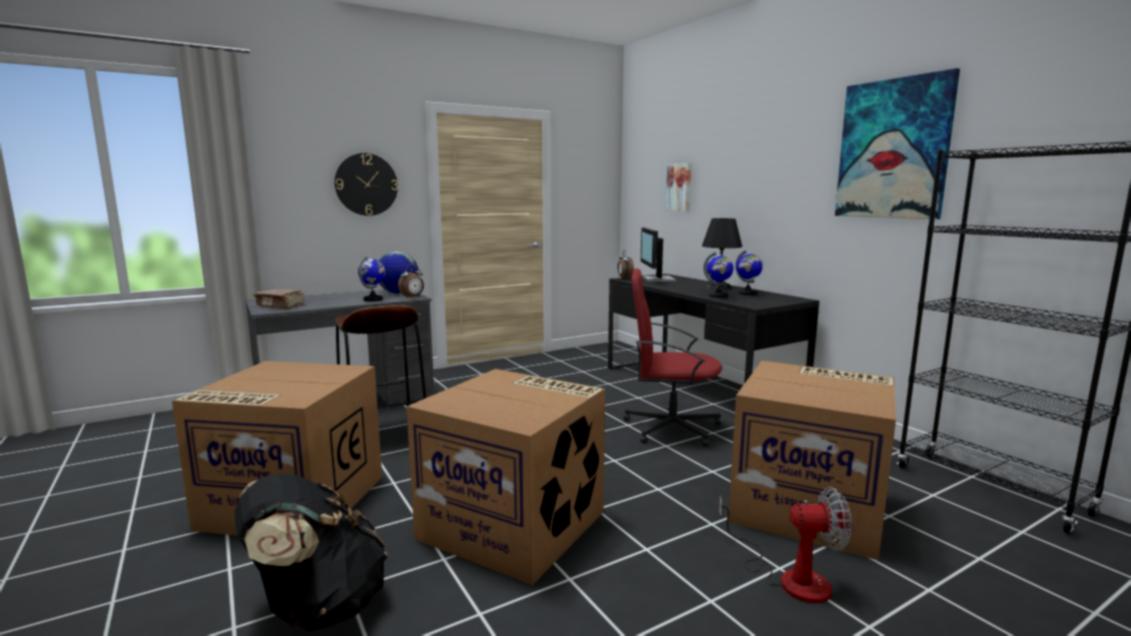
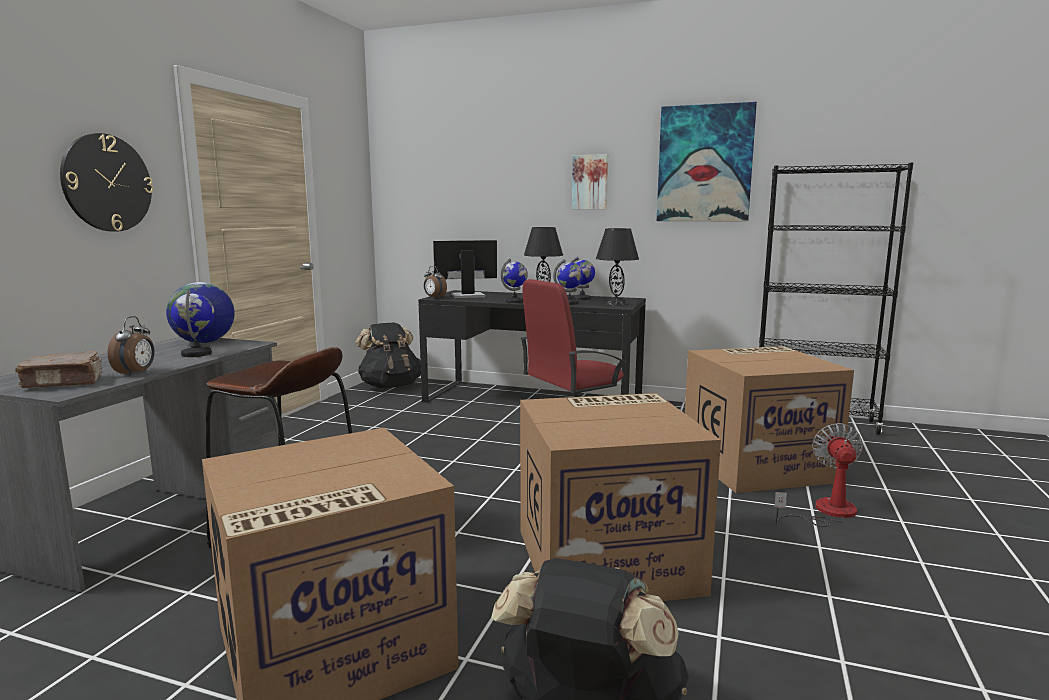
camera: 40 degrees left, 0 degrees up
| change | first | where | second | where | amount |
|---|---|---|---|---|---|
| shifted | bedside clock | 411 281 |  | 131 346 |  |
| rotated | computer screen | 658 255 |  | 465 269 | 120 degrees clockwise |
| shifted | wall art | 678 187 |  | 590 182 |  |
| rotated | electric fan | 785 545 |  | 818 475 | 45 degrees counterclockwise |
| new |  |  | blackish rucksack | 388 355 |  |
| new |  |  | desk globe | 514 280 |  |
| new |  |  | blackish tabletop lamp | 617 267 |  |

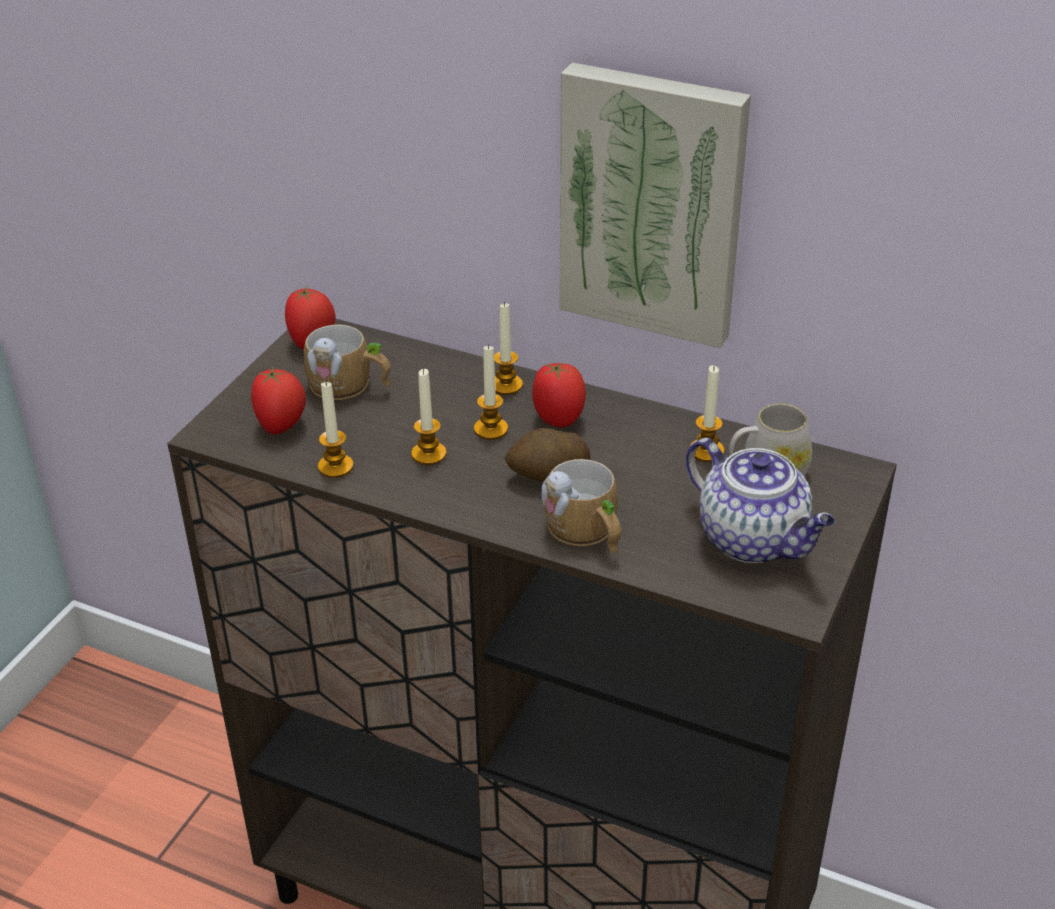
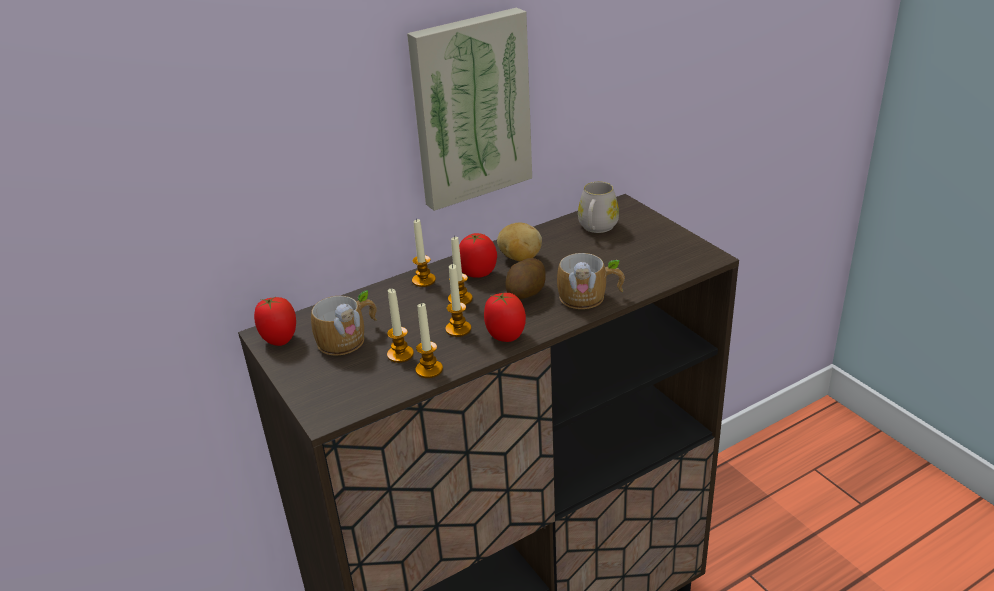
camera: 55 degrees left, 5 degrees down
| change | first | where | second | where | amount |
|---|---|---|---|---|---|
| shifted | fresh tomato | 278 401 |  | 505 317 |  |
| gone | tea pot | 760 500 |  |  |  |
| shifted | candle | 707 413 |  | 400 325 |  |
| new |  |  | potato | 519 242 |  |

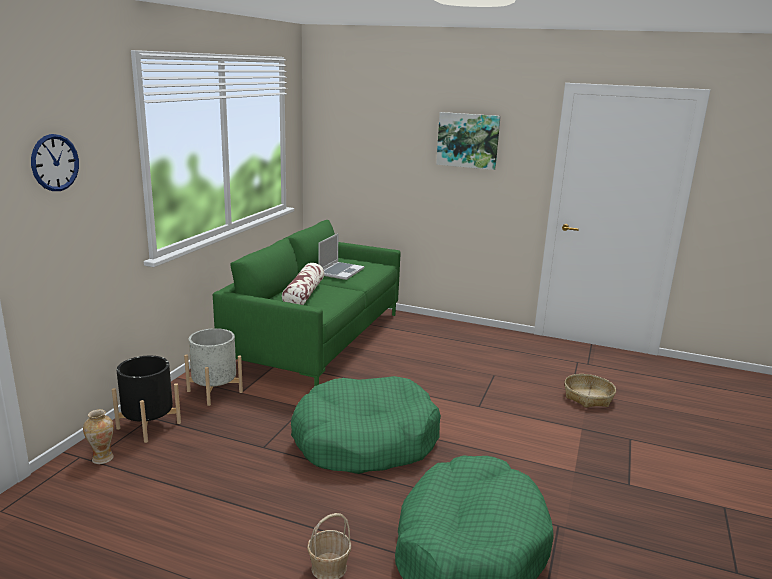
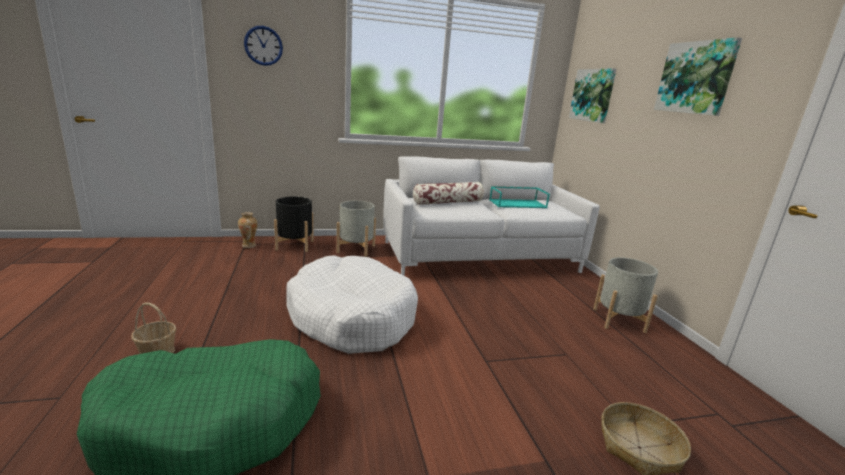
camera: 55 degrees right, 0 degrees up
| change | first | where | second | where | amount |
|---|---|---|---|---|---|
| repainted | greenish couch | 306 303 | white couch | 491 216 |  |
| repainted | greenish dog cushion | 366 425 | white dog cushion | 352 304 |  |
| swapped | laptop | 341 256 | turquoise-coloured tray | 519 197 |  |
| new |  |  | wall art | 592 95 |  |
| new |  |  | gray planter | 625 295 |  |

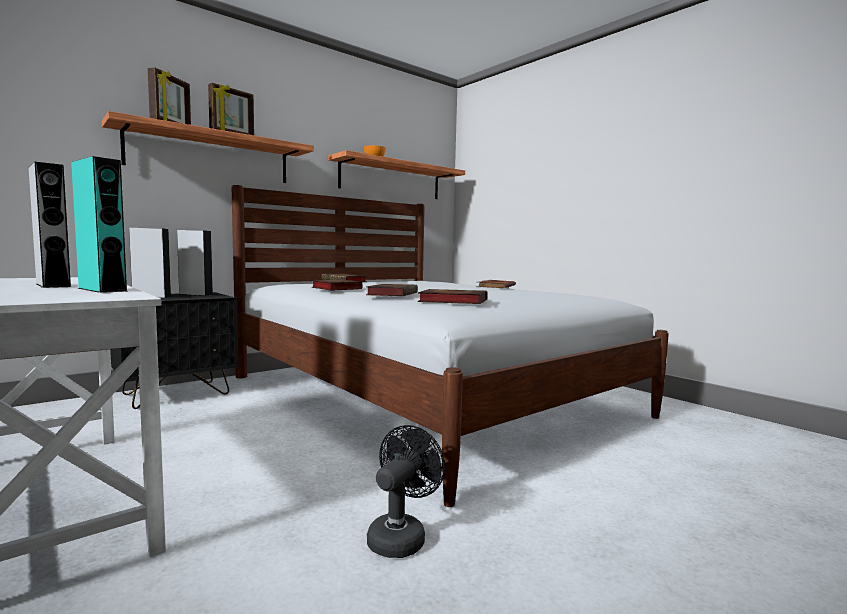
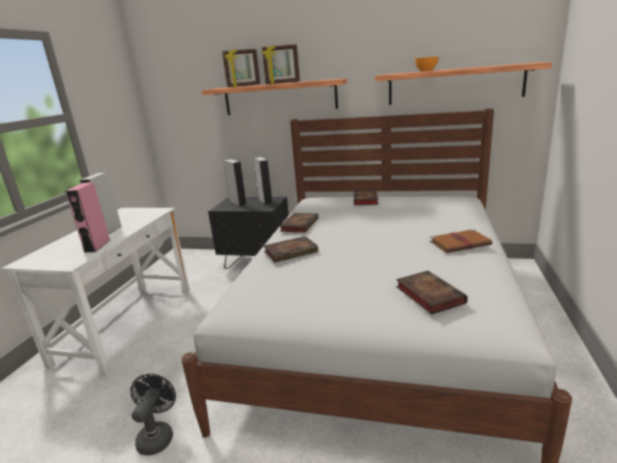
camera: 55 degrees right, 15 degrees up
| change | first | where | second | where | amount |
|---|---|---|---|---|---|
| repainted | turquoise-coloured audio speaker | 99 224 | pink audio speaker | 87 217 |  |
| rotated | blackish electric fan | 406 491 |  | 153 414 | 75 degrees counterclockwise |
| shifted | book | 452 296 |  | 432 293 |  |

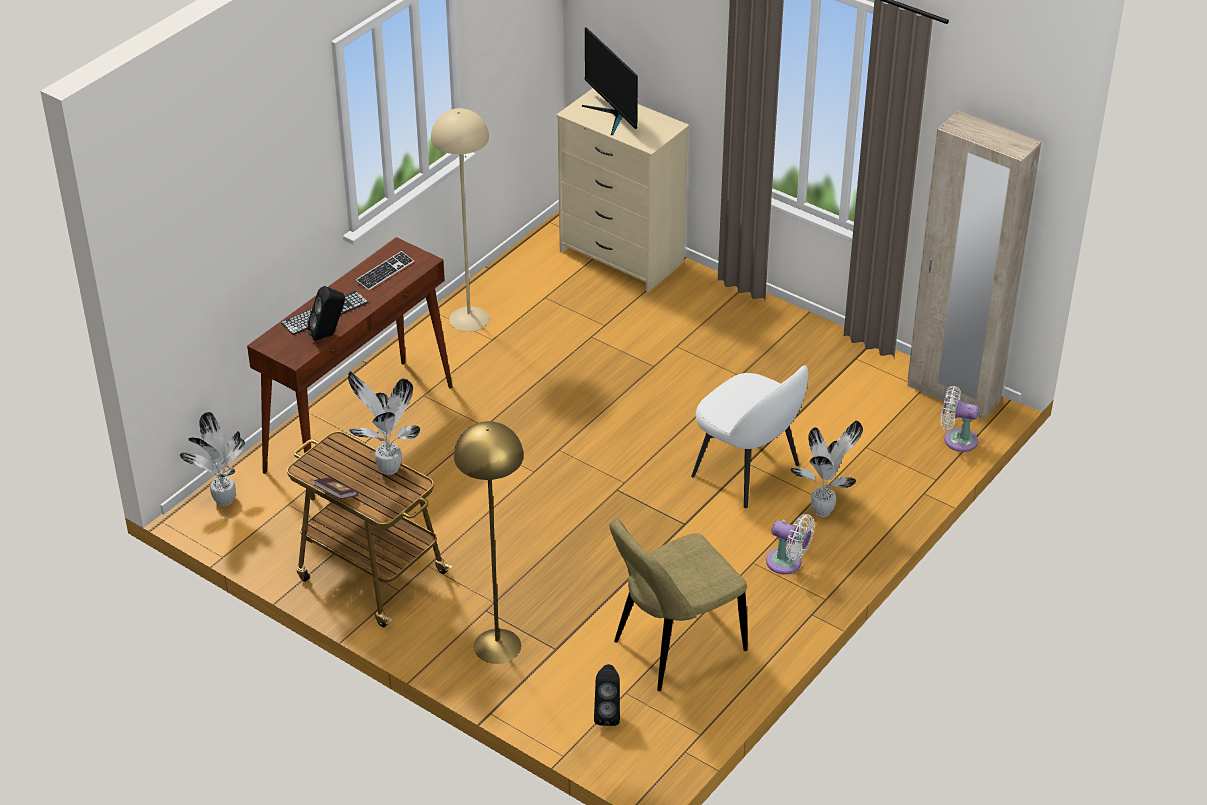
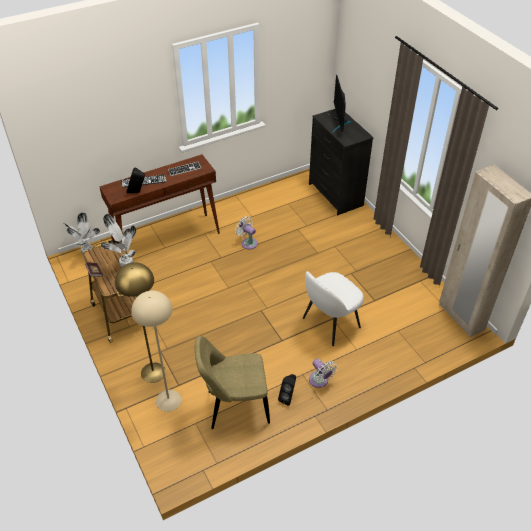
camera: 25 degrees right, 5 degrees up
| change | first | where | second | where | amount |
|---|---|---|---|---|---|
| shifted | beige standard lamp | 460 220 |  | 156 351 |  |
| repainted | beige dresser | 622 190 | blackish dresser | 341 162 |  |
| shifted | blackish audio speaker | 607 695 |  | 287 390 |  |
| rotated | white upright chair | 749 436 |  | 333 308 | 75 degrees clockwise |
| gone | plant in a pot | 827 469 |  |  |  |
| shifted | white electric fan | 959 419 |  | 246 233 |  |

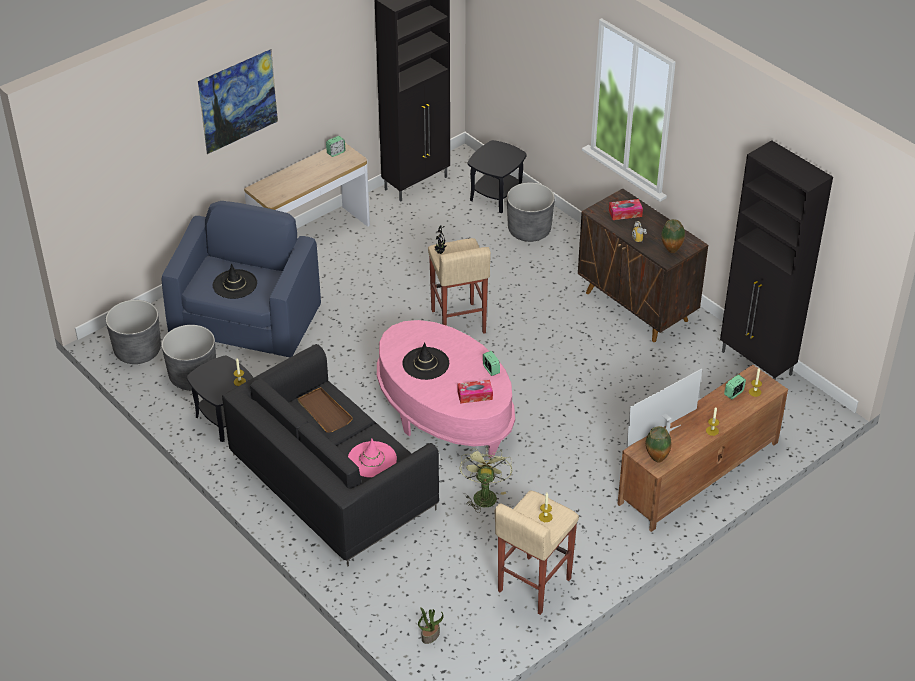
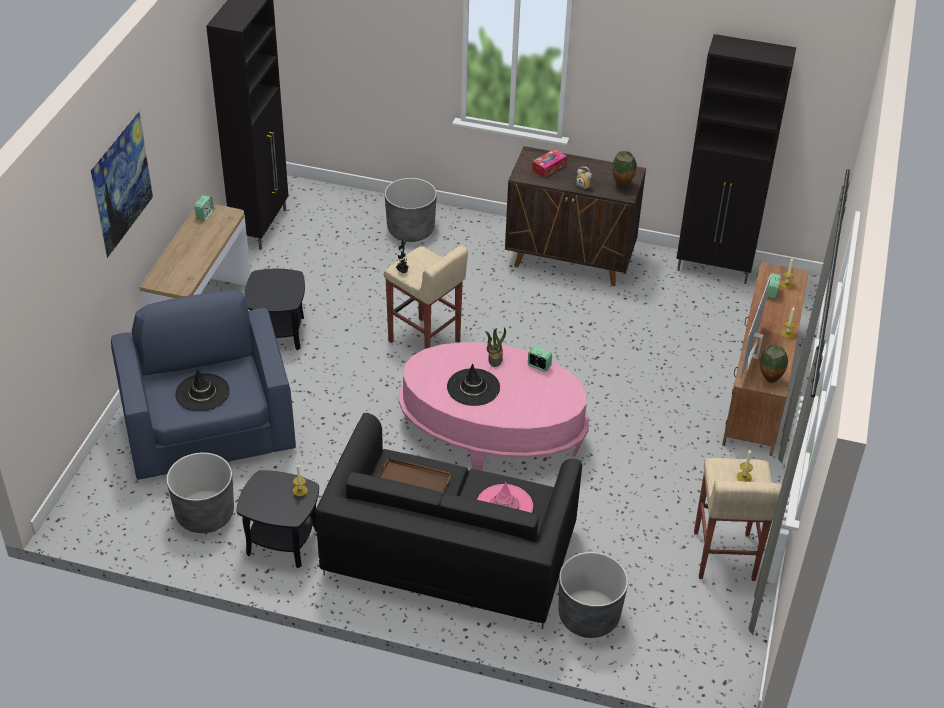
camera: 35 degrees left, 0 degrees up
| change | first | where | second | where | amount |
|---|---|---|---|---|---|
| shifted | gray planter | 133 332 |  | 593 595 |  |
| shifted | plant in a pot | 430 625 |  | 495 347 |  |
| gone | box of tissues | 475 392 |  |  |  |
| gone | greenish electric fan | 486 480 |  |  |  |
| shifted | blackish end table | 497 176 |  | 275 309 |  |

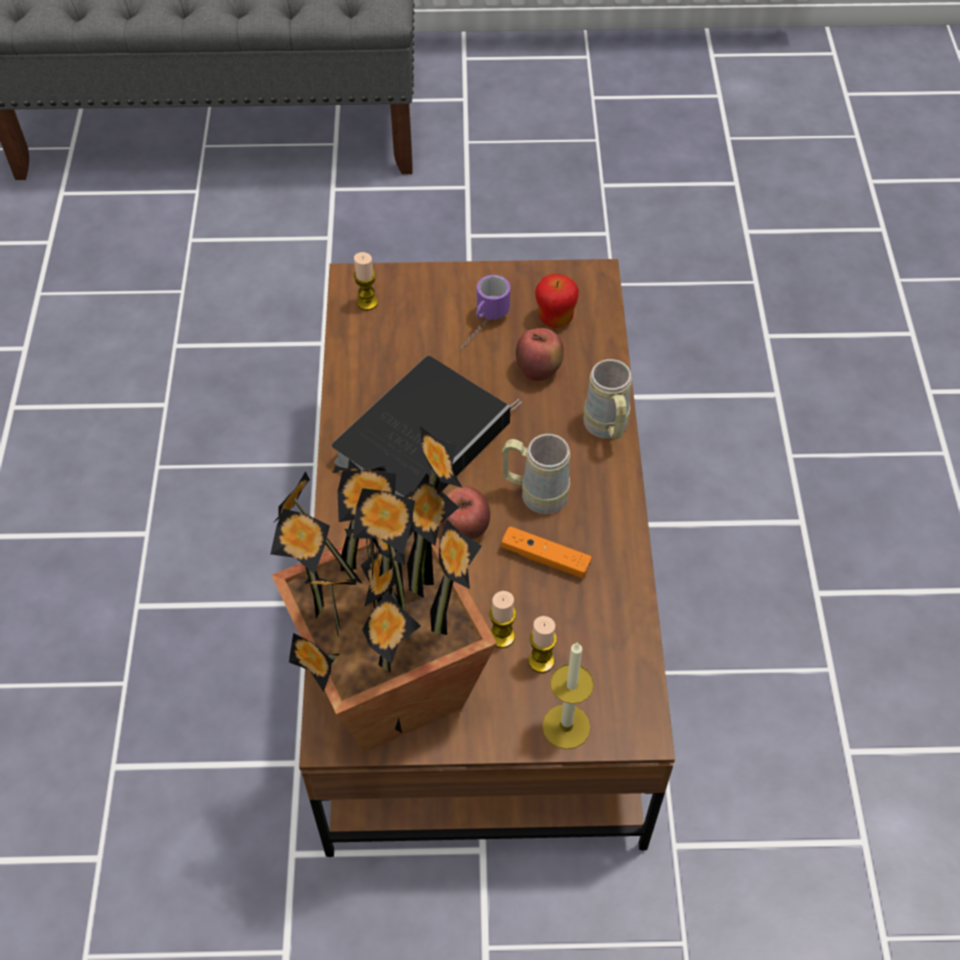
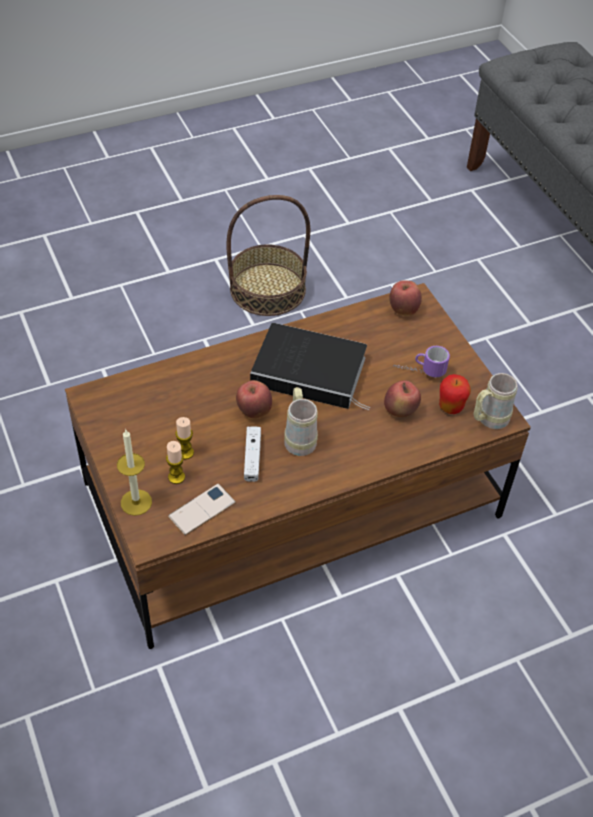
camera: 65 degrees right, 5 degrees down
| change | first | where | second | where | amount |
|---|---|---|---|---|---|
| gone | plant in a pot | 383 589 |  |  |  |
| swapped | candle | 366 281 | apple fruit | 405 298 |  |
| repainted | orange game controller | 546 552 | white game controller | 252 454 |  |
| shifted | beige tea mug | 607 399 |  | 495 401 |  |
| new |  |  | phone | 202 509 |  |
| new |  |  | storage basket | 268 255 |  |

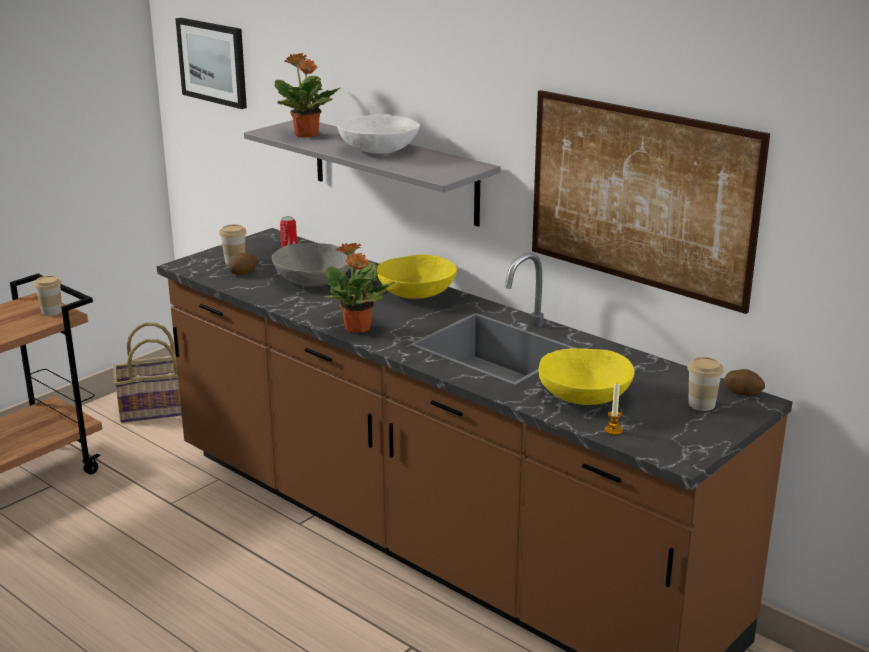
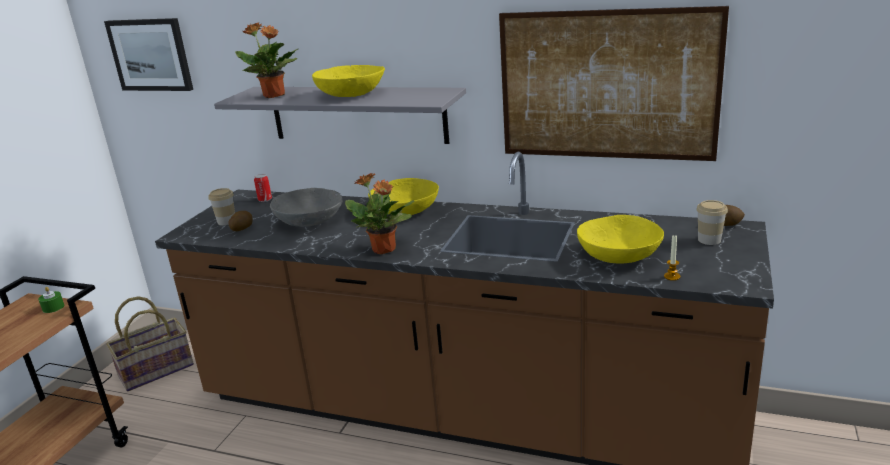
camera: 20 degrees left, 0 degrees up
| change | first | where | second | where | amount |
|---|---|---|---|---|---|
| swapped | small cup | 48 296 | greenish candle | 51 300 |  |
| repainted | white serving bowl | 378 134 | yellow-coloured serving bowl | 348 81 |  |

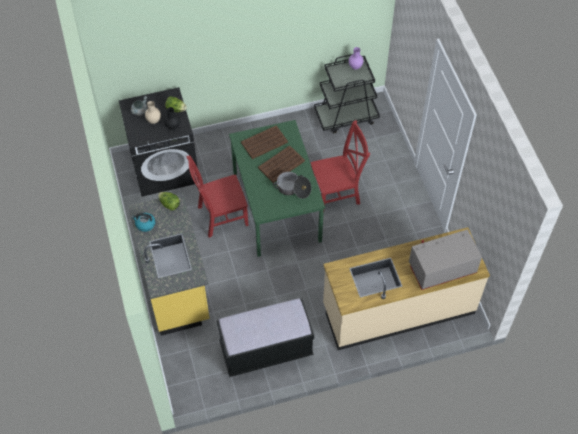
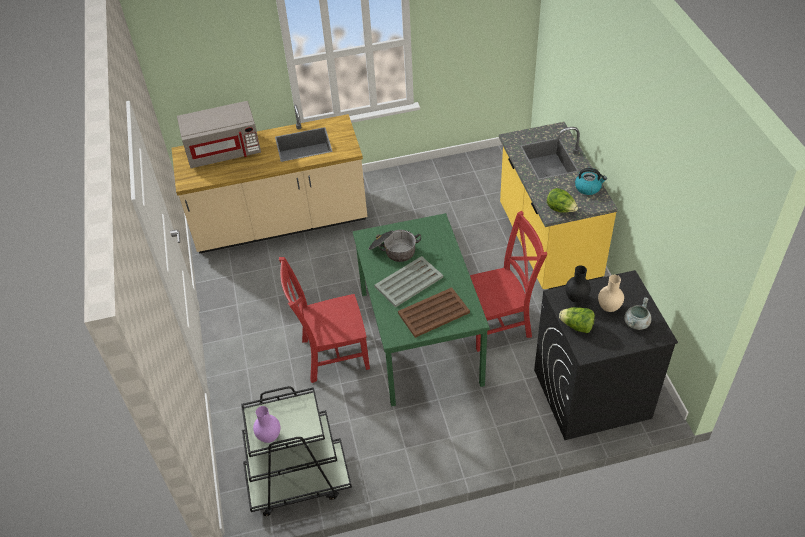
camera: 175 degrees left, 10 degrees down
| change | first | where | second | where | amount |
|---|---|---|---|---|---|
| gone | blackish indoor bench | 265 337 |  |  |  |
| repainted | brownish tray | 281 164 | gray tray | 408 281 |  |

